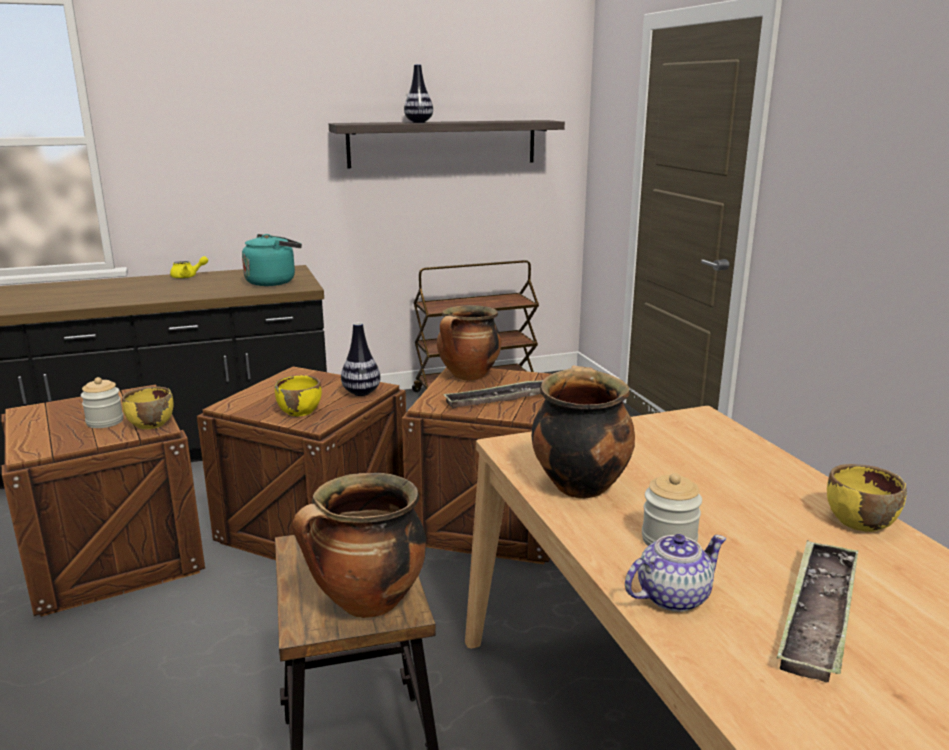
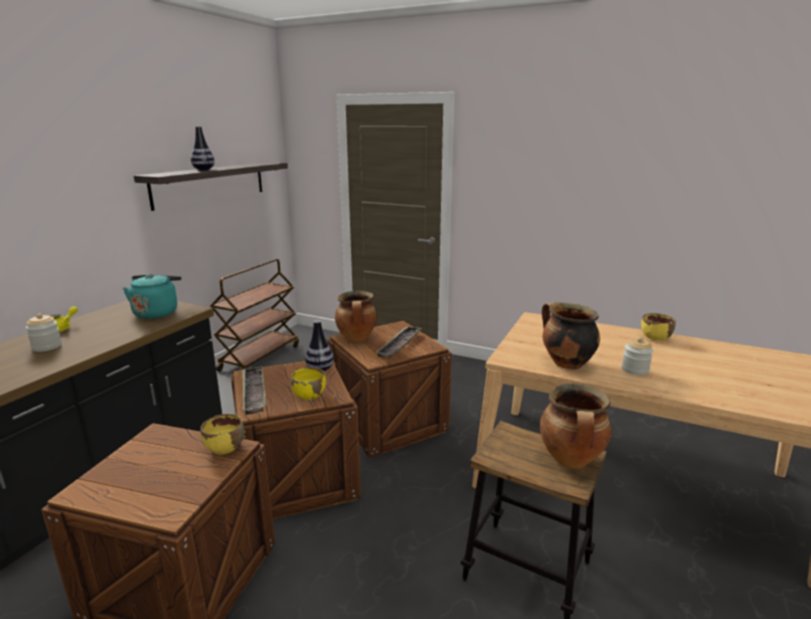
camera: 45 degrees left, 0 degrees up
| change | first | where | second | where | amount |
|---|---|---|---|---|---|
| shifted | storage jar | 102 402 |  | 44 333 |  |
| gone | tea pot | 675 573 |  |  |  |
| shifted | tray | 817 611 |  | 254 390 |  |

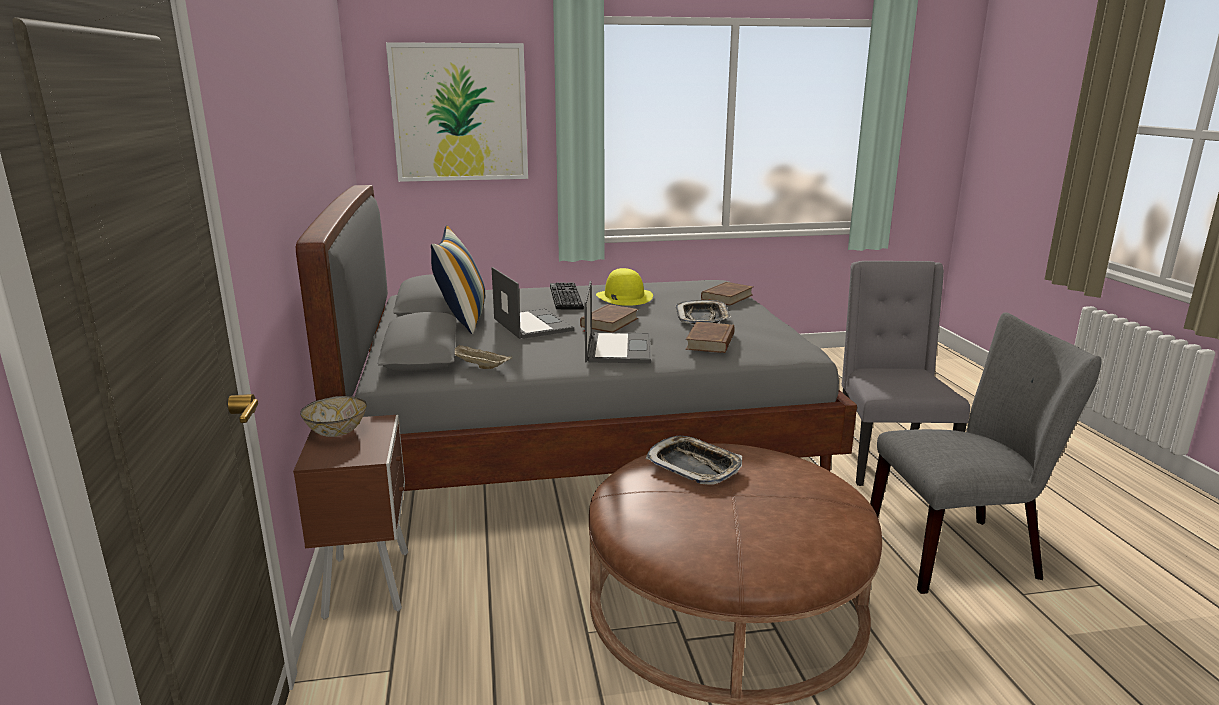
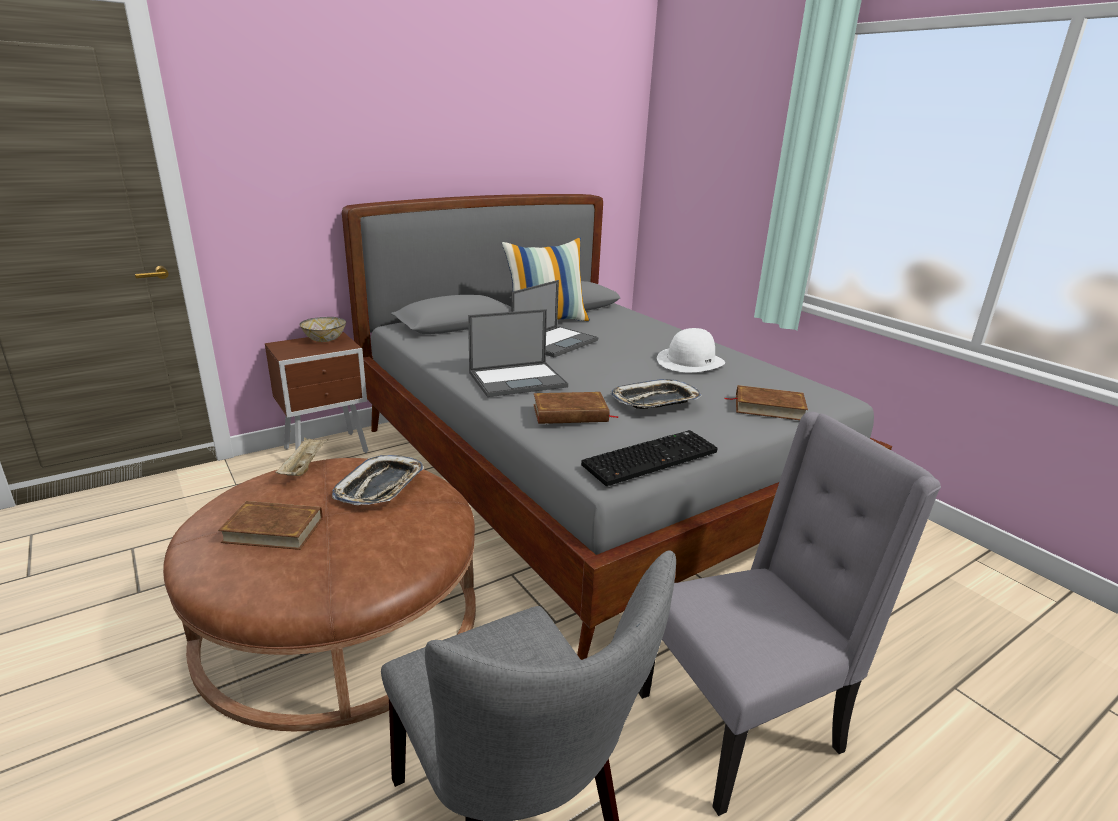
camera: 65 degrees right, 5 degrees up
| change | first | where | second | where | amount |
|---|---|---|---|---|---|
| gone | wall art | 457 112 |  |  |  |
| shifted | beige tray | 484 356 |  | 301 457 |  |
| shifted | PC keyboard | 567 295 |  | 649 458 |  |
| shifted | brownish book | 609 318 |  | 270 525 |  |
| repainted | yellow-coloured clothing hat | 624 287 | white clothing hat | 691 350 |  |

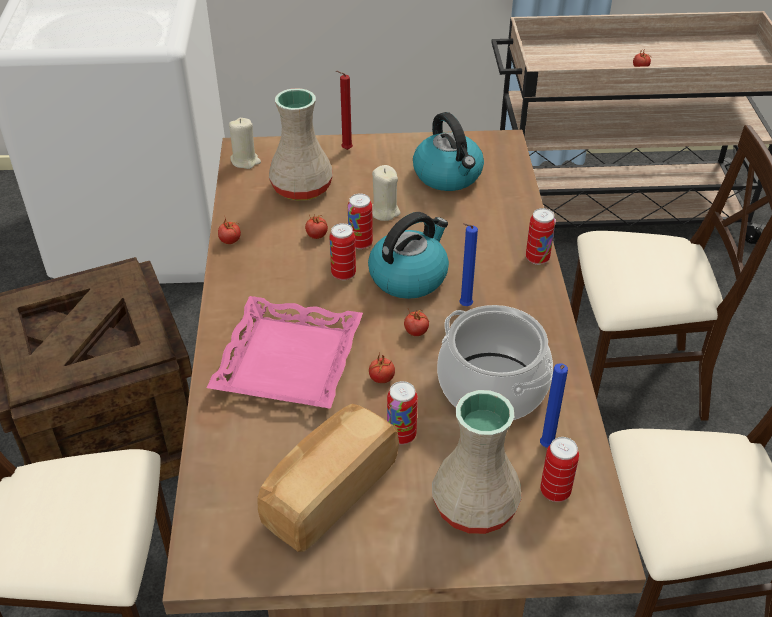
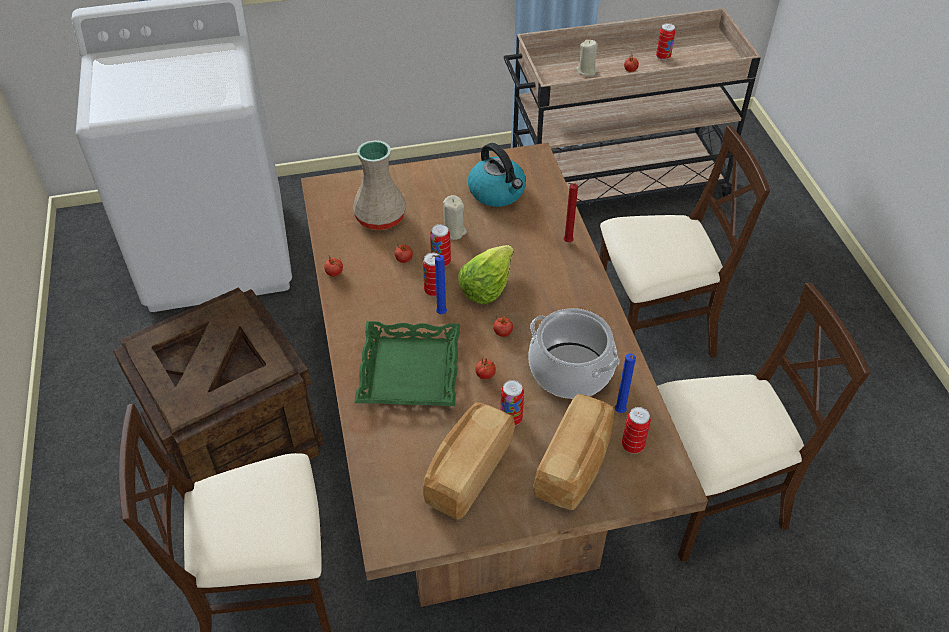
camera: 10 degrees left, 5 degrees up
| change | first | where | second | where | amount |
|---|---|---|---|---|---|
| repainted | pink tray | 285 352 | greenish tray | 407 363 |  |
| shifted | beige candle | 245 143 |  | 587 58 |  |
| shifted | red candle | 344 110 |  | 571 212 |  |
| swapped | tea kettle | 408 255 | lettuce | 486 274 |  |
| swapped | beige decorative vase | 477 462 | baked bread | 573 452 |  |
| shifted | blue-coloured candle | 468 264 |  | 439 284 |  |
| shifted | metal can | 540 236 |  | 665 41 |  |

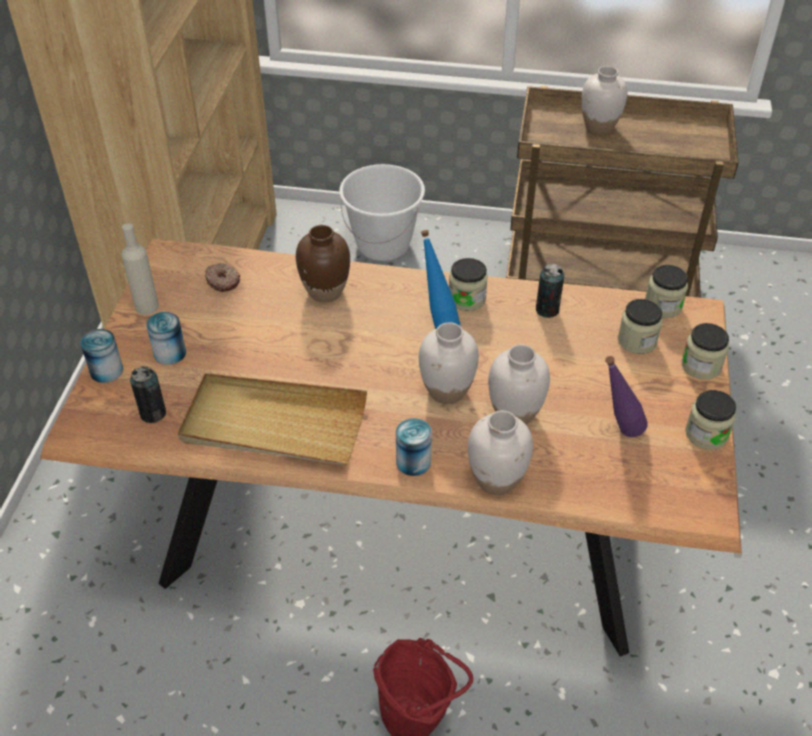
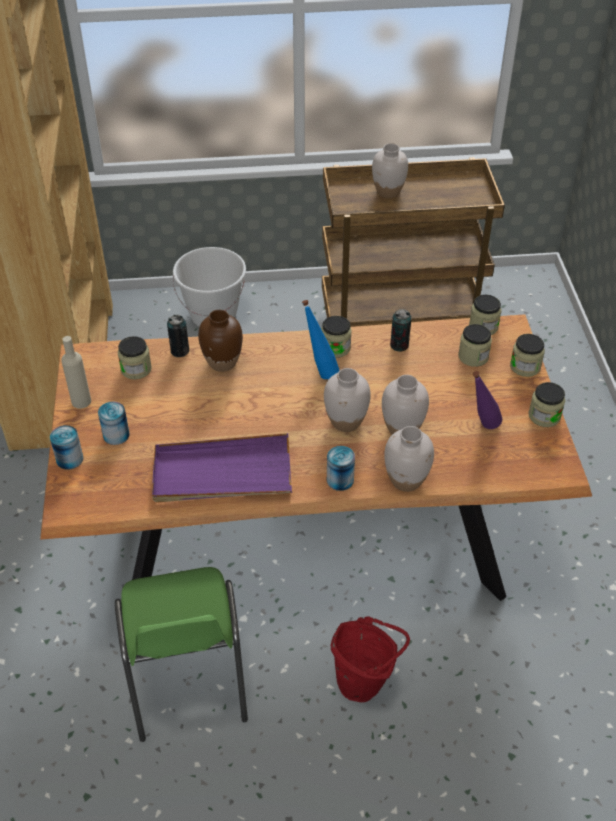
camera: 15 degrees left, 0 degrees up
| change | first | where | second | where | amount |
|---|---|---|---|---|---|
| shifted | metal can | 148 394 |  | 178 336 |  |
| repainted | beige tray | 272 419 | purple-coloured tray | 222 467 |  |
| swapped | doughnut | 222 277 | storage jar | 135 357 |  |
| new |  |  | greenish upright chair | 181 654 |  |

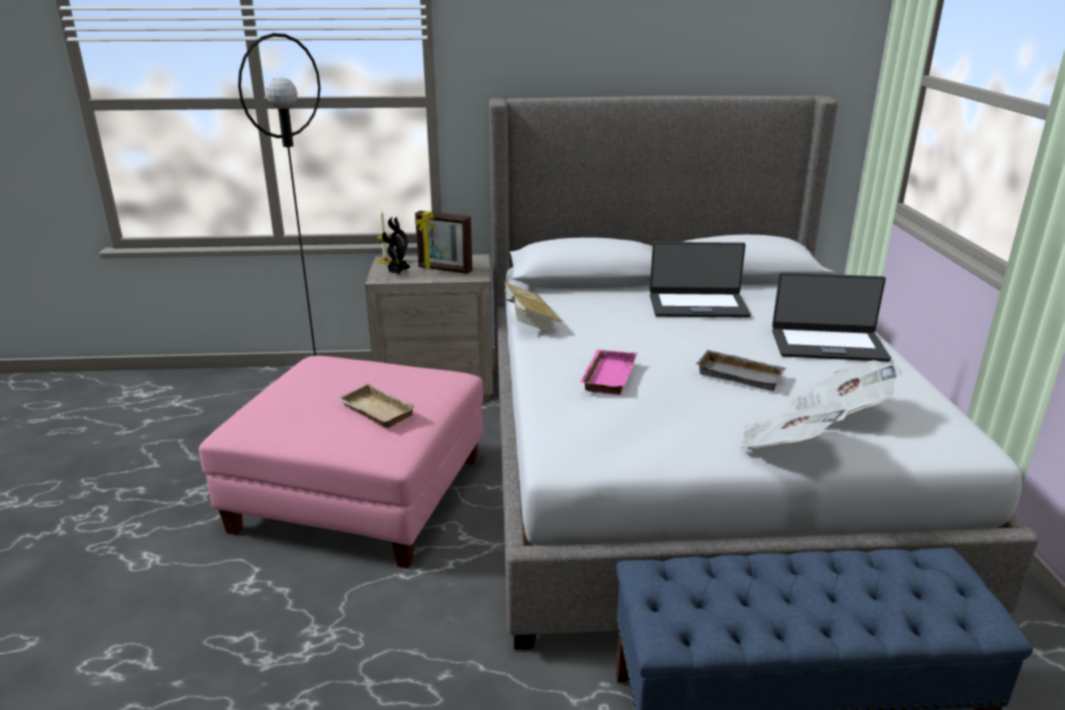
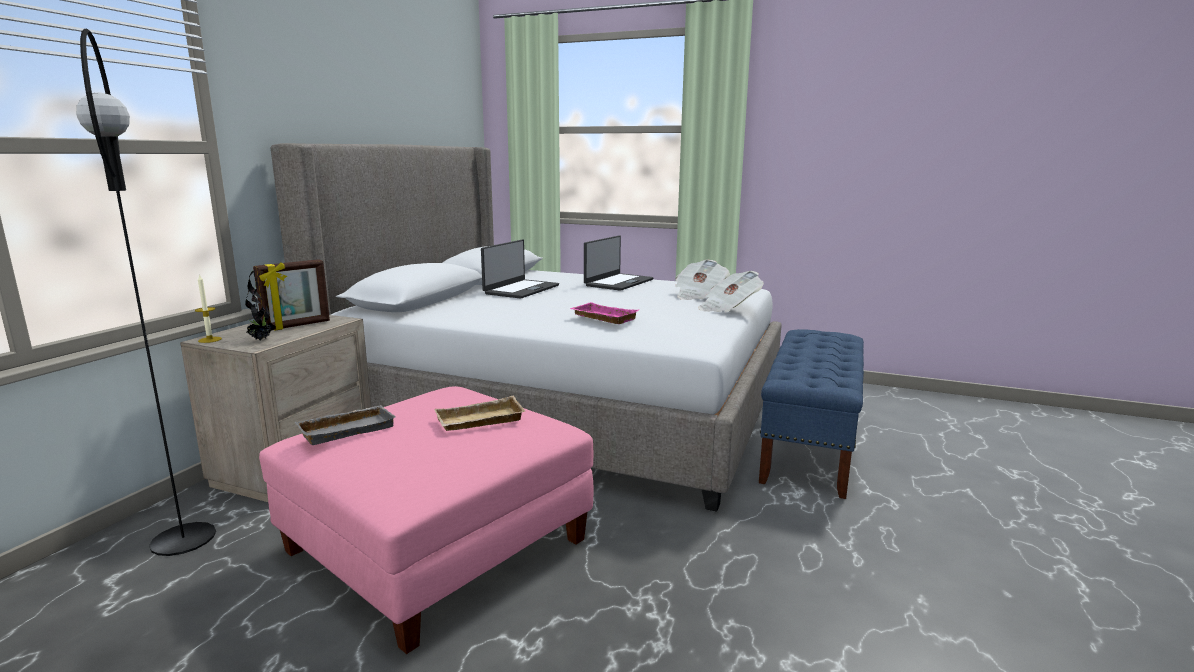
camera: 65 degrees left, 10 degrees down
| change | first | where | second | where | amount |
|---|---|---|---|---|---|
| gone | book | 531 307 |  |  |  |
| shifted | gray tray | 741 370 |  | 345 425 |  |

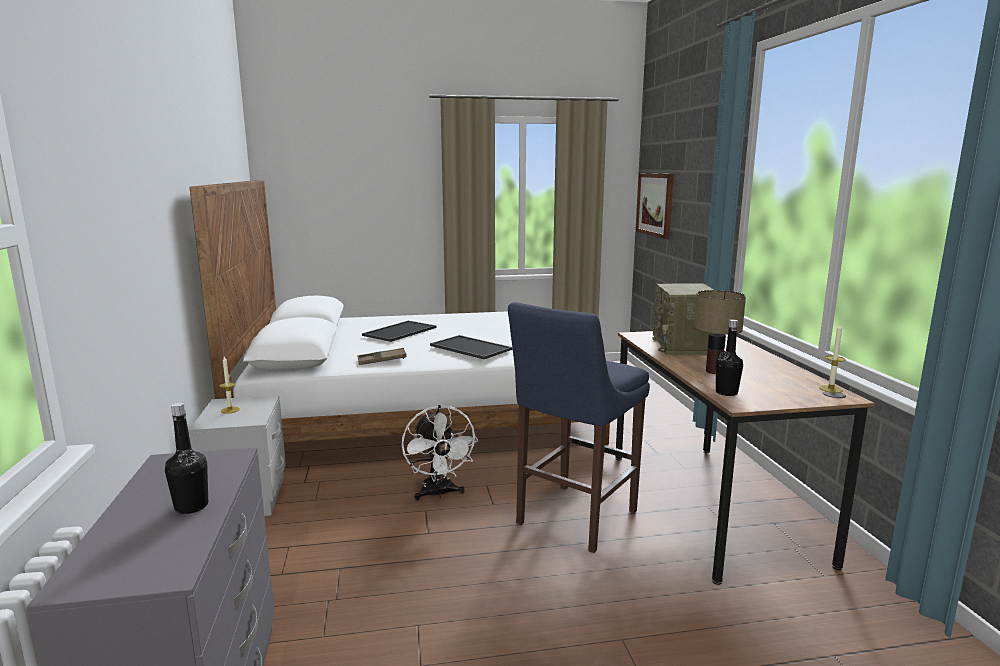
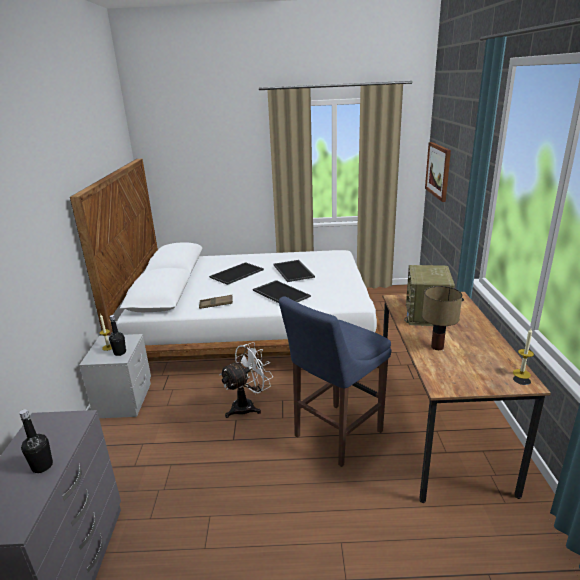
camera: 10 degrees right, 10 degrees up
| change | first | where | second | where | amount |
|---|---|---|---|---|---|
| rotated | white electric fan | 440 452 |  | 246 380 | 120 degrees counterclockwise |
| shifted | blackish bottle | 729 357 |  | 117 335 |  |
| new |  |  | tray | 294 271 |  |

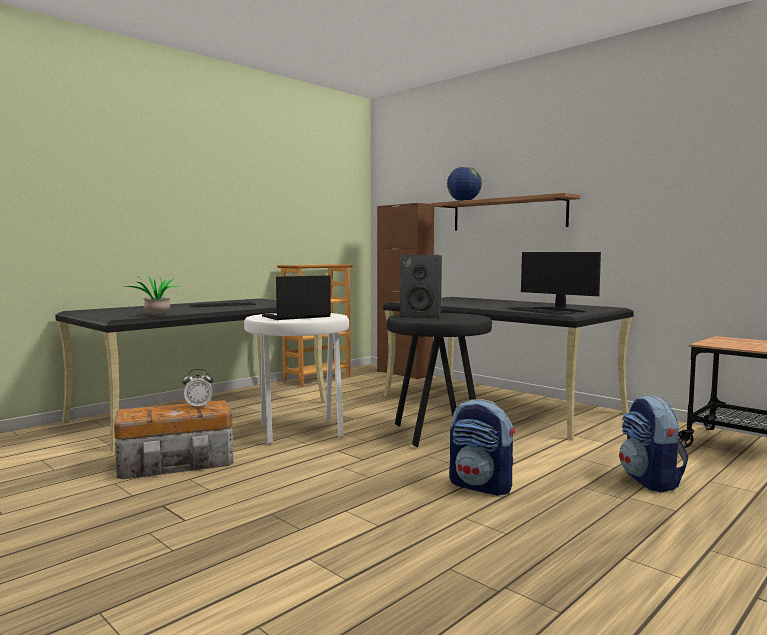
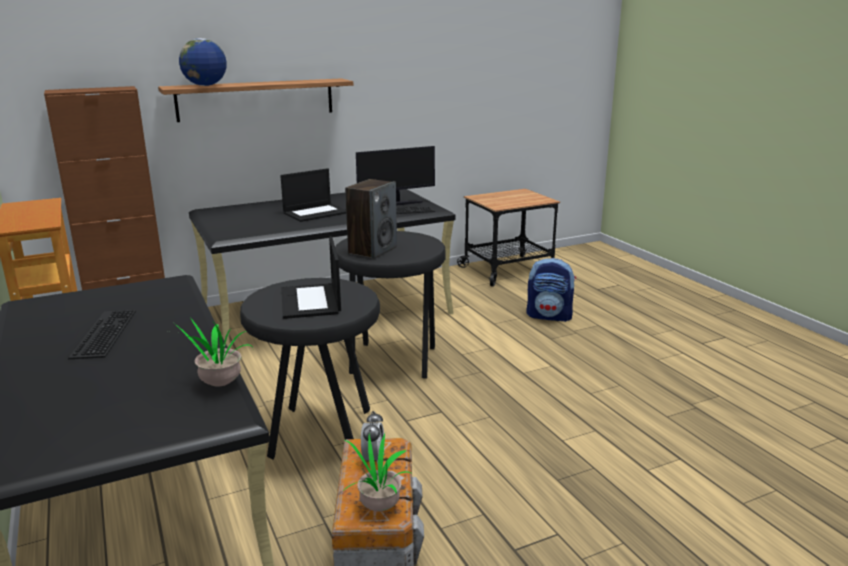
camera: 70 degrees left, 15 degrees up
| change | first | where | second | where | amount |
|---|---|---|---|---|---|
| repainted | white stool | 296 379 | blackish stool | 310 369 |  |
| gone | rucksack | 482 447 |  |  |  |
| new |  |  | laptop | 313 195 |  |
| new |  |  | plant in a pot | 377 472 |  |

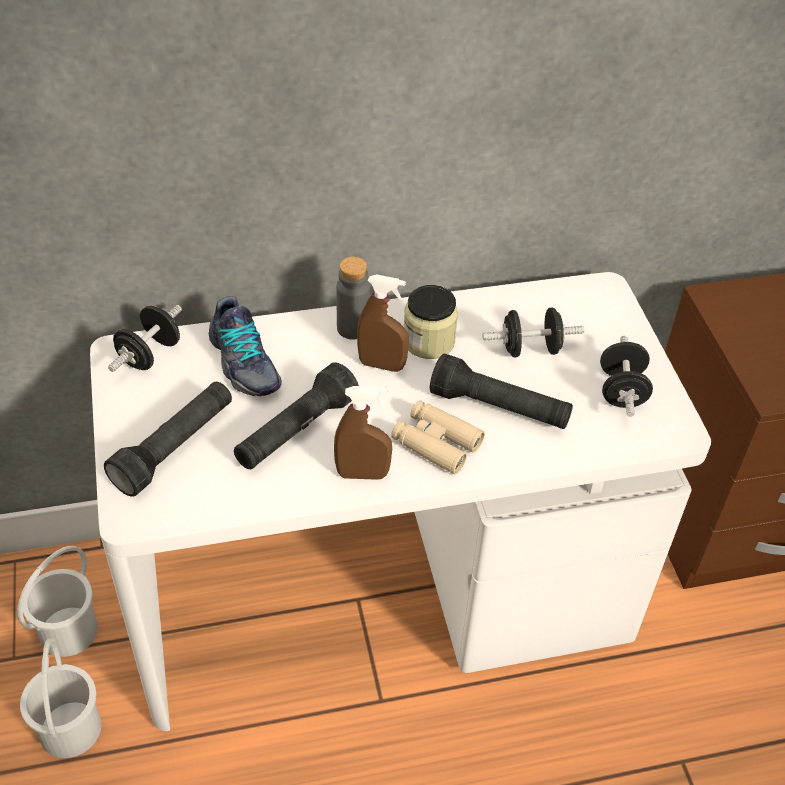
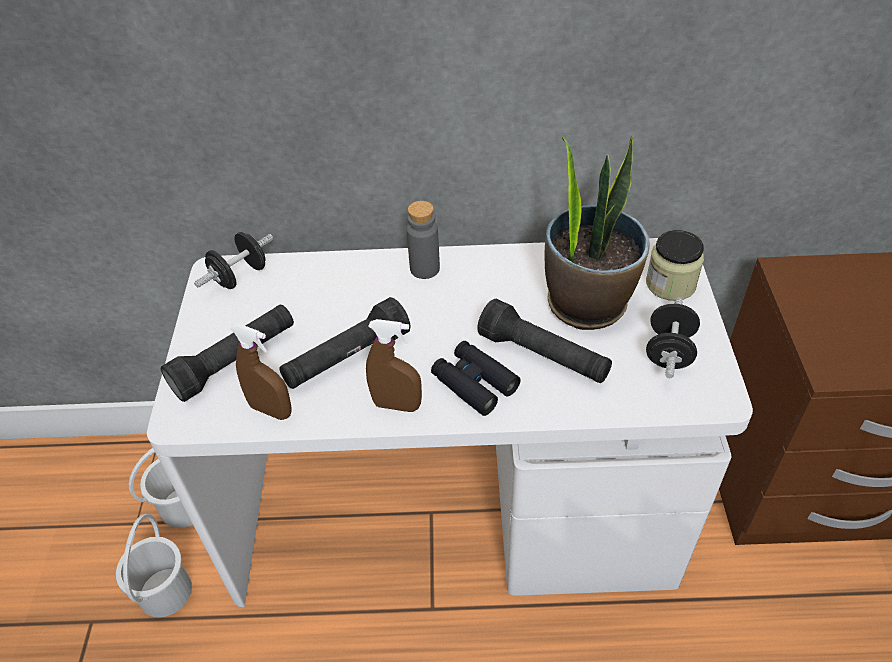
camera: 15 degrees right, 0 degrees up
| change | first | where | second | where | amount |
|---|---|---|---|---|---|
| gone | shoe | 245 346 |  |  |  |
| shifted | brownish hand sprayer | 383 323 |  | 261 371 |  |
| repainted | beige pair of binoculars | 438 437 | blackish pair of binoculars | 476 378 |  |
| shifted | storage jar | 431 322 |  | 675 265 |  |
| swapped | blackish dumbbell | 533 332 | plant in a pot | 597 233 |  |

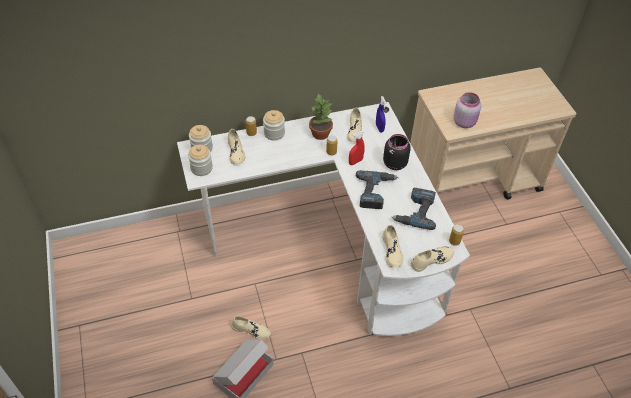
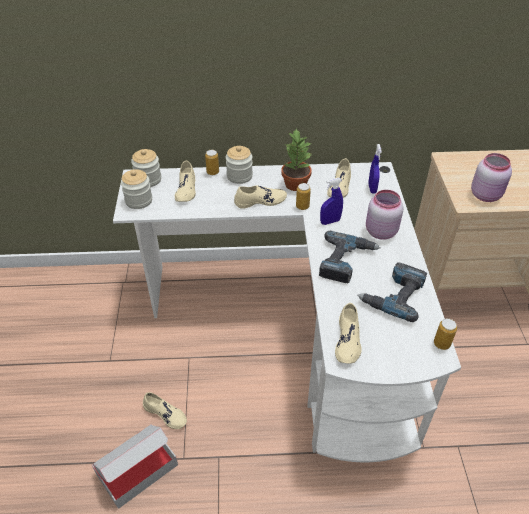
camera: 15 degrees right, 5 degrees down
| change | first | where | second | where | amount |
|---|---|---|---|---|---|
| repainted | red hand sprayer | 357 148 | blue-coloured hand sprayer | 331 201 |  |
| repainted | blackish storage jar | 397 152 | pink storage jar | 385 215 |  |
| shifted | beige shoe | 432 259 |  | 260 197 |  |

